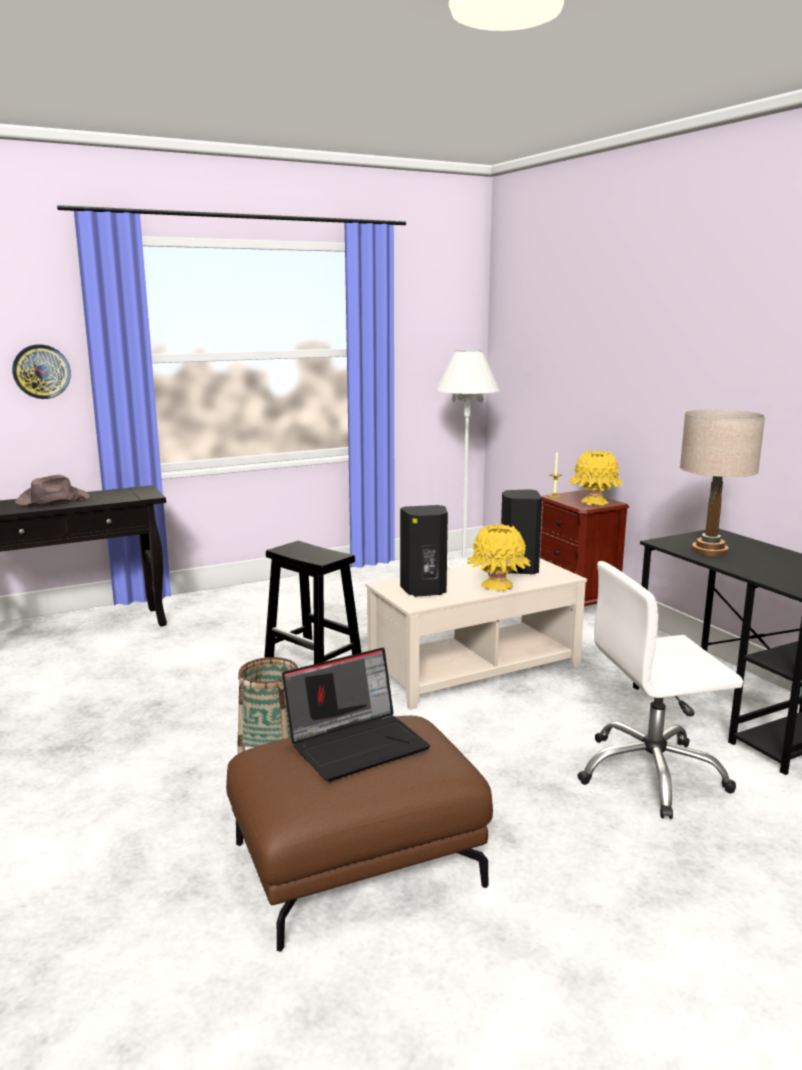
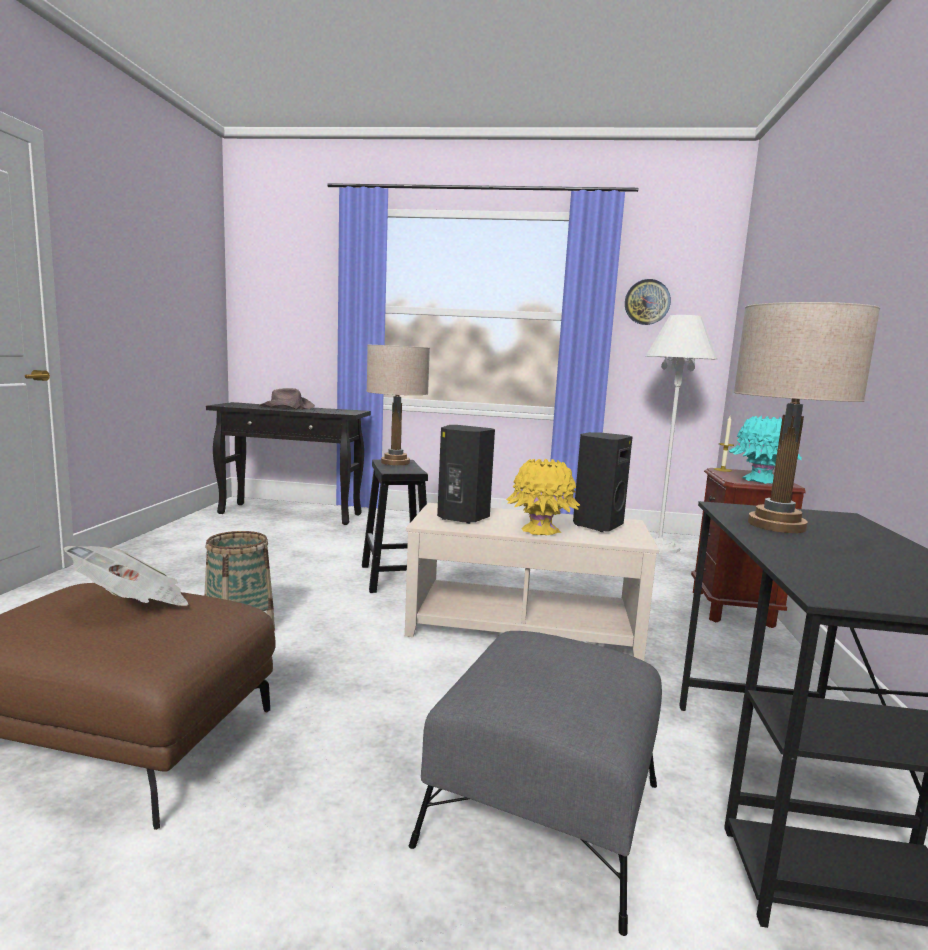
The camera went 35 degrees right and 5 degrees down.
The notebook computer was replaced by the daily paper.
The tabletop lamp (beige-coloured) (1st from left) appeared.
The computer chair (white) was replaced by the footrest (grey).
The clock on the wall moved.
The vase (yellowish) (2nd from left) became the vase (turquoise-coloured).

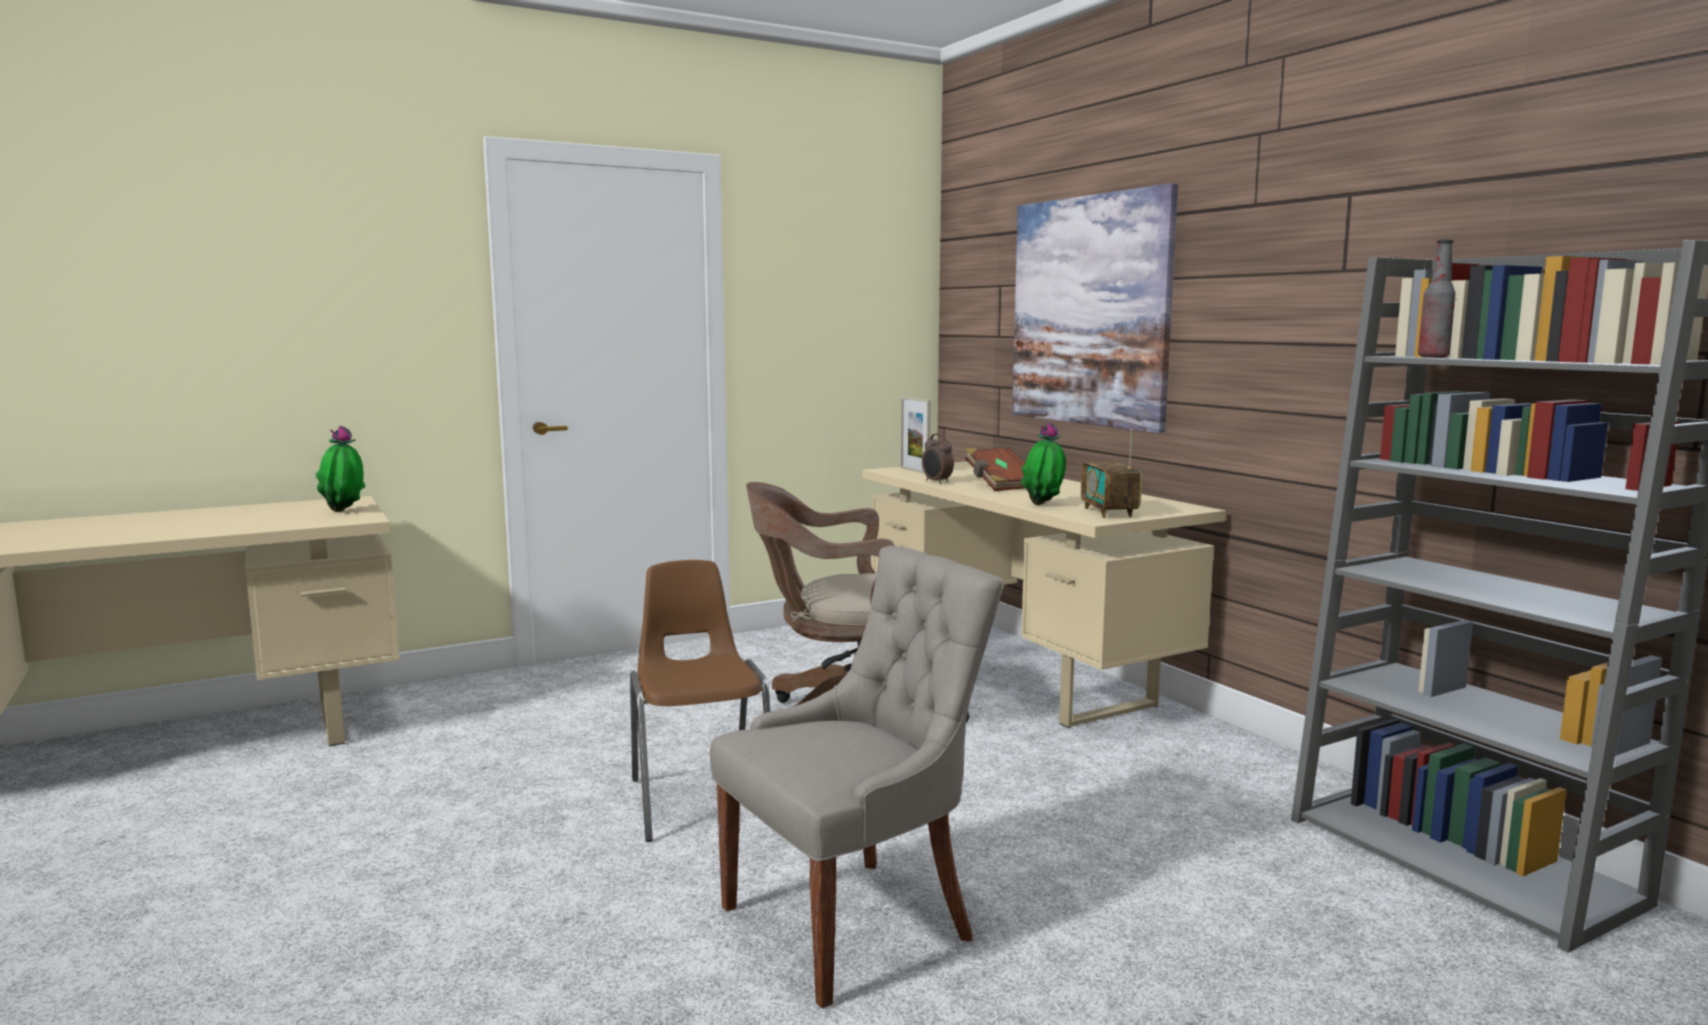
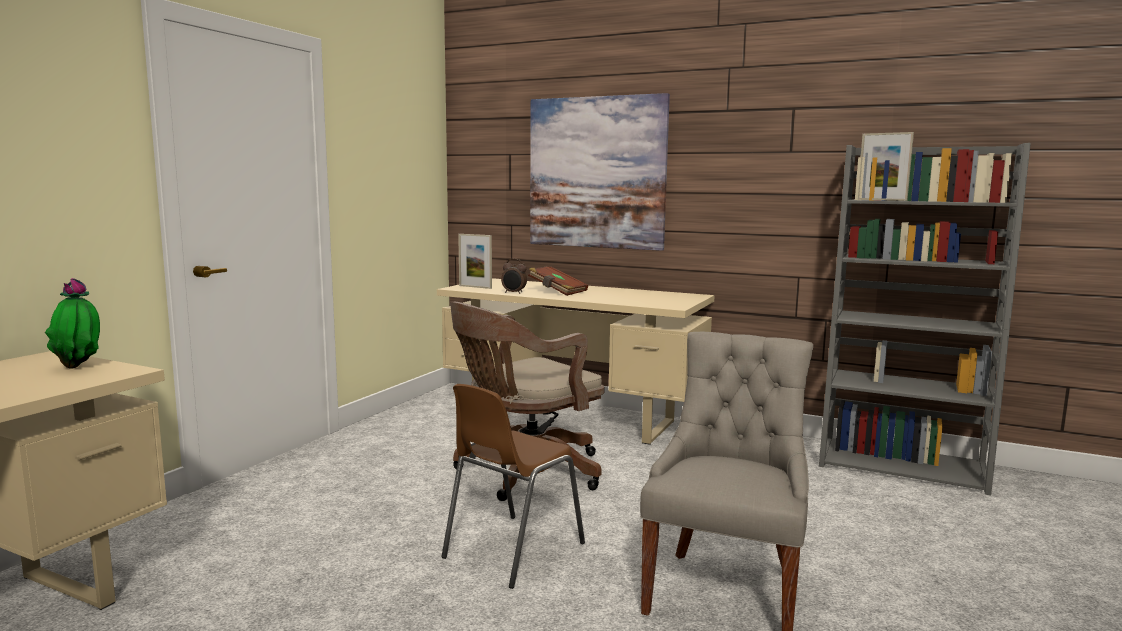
The camera went 35 degrees left and 0 degrees up.
The chair (brownish) turned 90 degrees counterclockwise.
The beverage bottle was replaced by the picture frame (2nd from left).
The houseplant (2nd from left) disappeared.
The radio set disappeared.

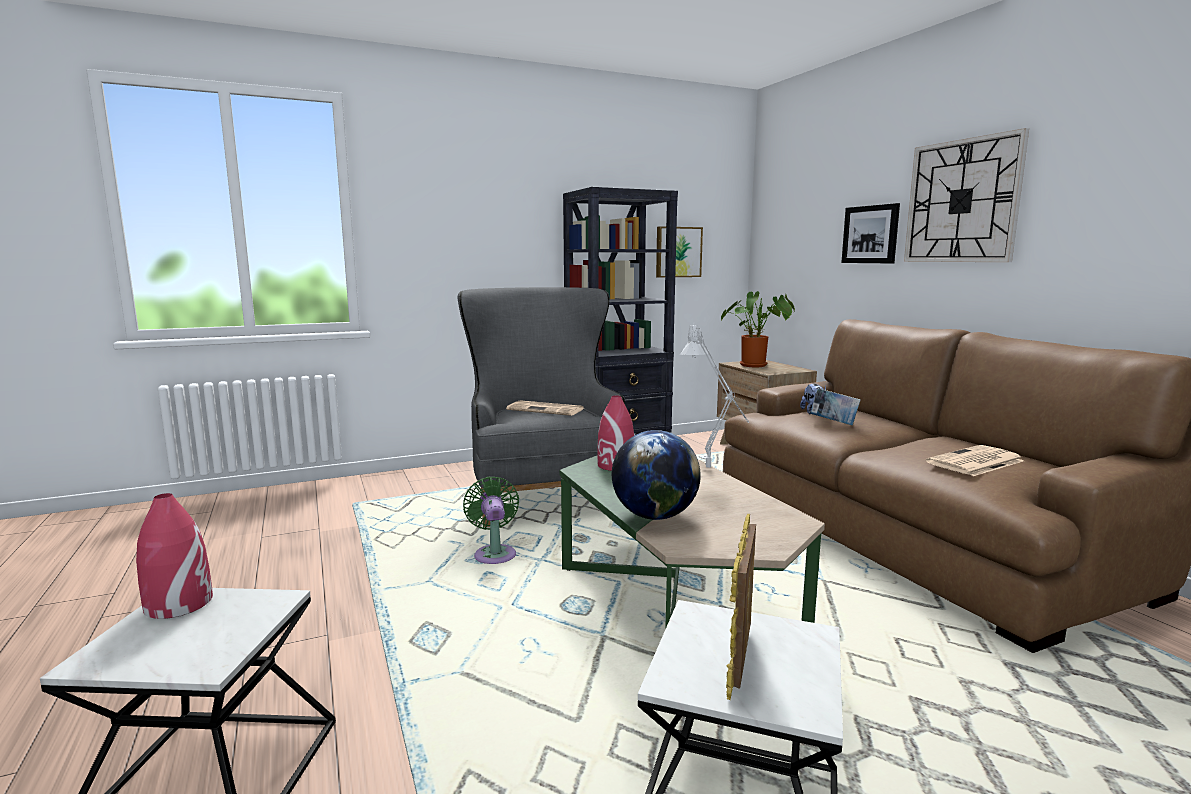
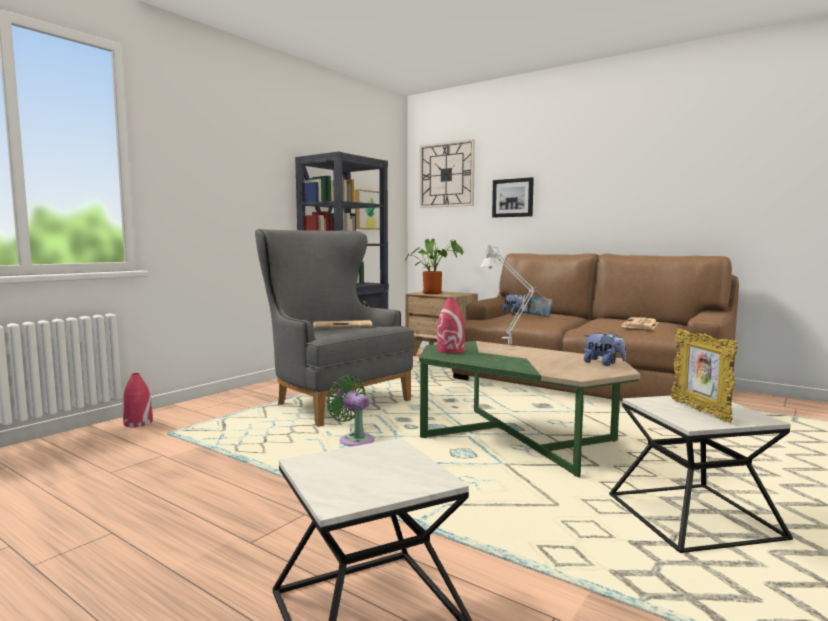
The camera went 30 degrees left and 5 degrees down.
The vase (red) (1st from left) moved.
The clock on the wall moved.
The cuddly toy (2nd from left) appeared.
The globe disappeared.

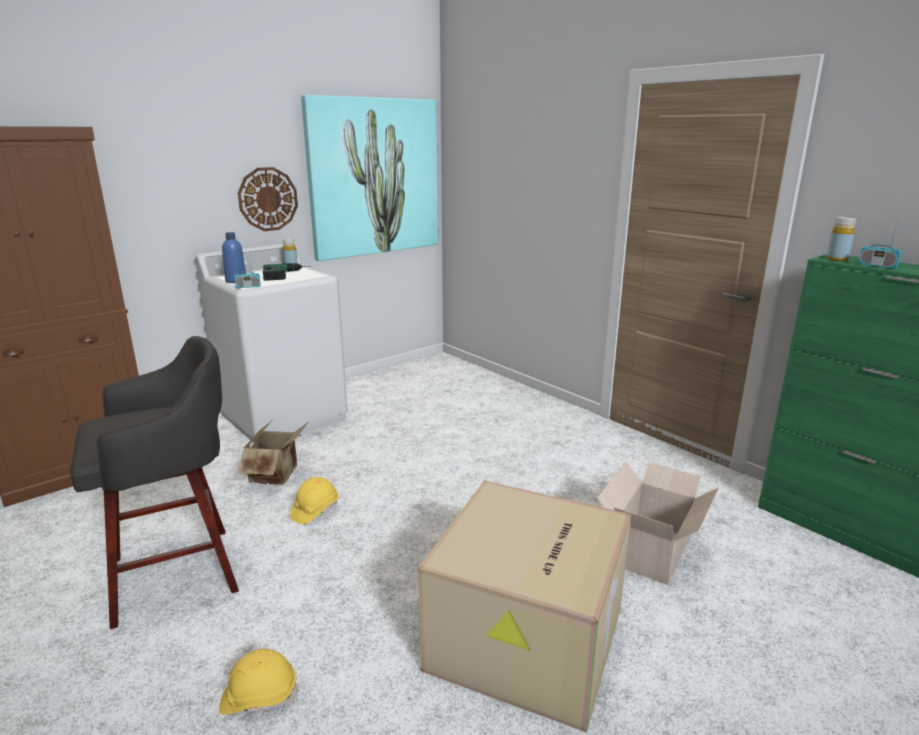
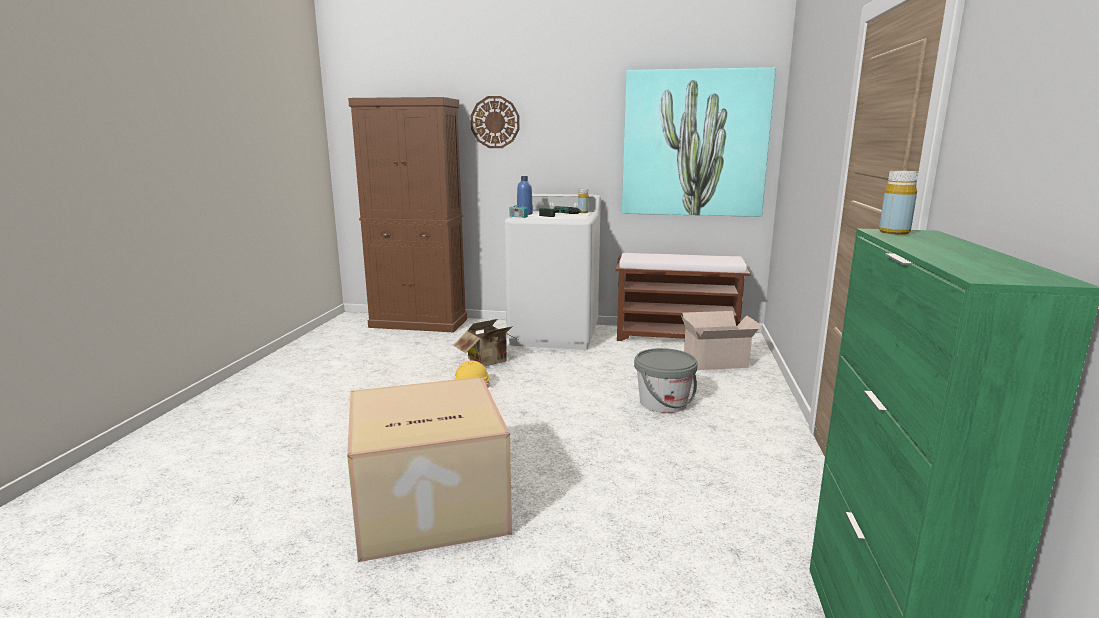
The camera went 50 degrees right and 5 degrees down.
The clock on the wall moved.
The long seat (brownish) appeared.
The water bucket (grey) appeared.
The carton (3rd from left) moved.
The sitting stool (grey) disappeared.
The work helmet (yellowish) (1st from left) disappeared.
The radio set (2nd from left) disappeared.

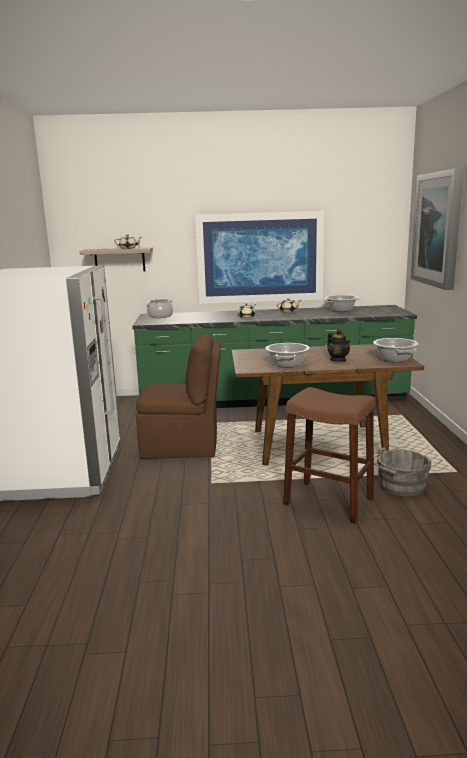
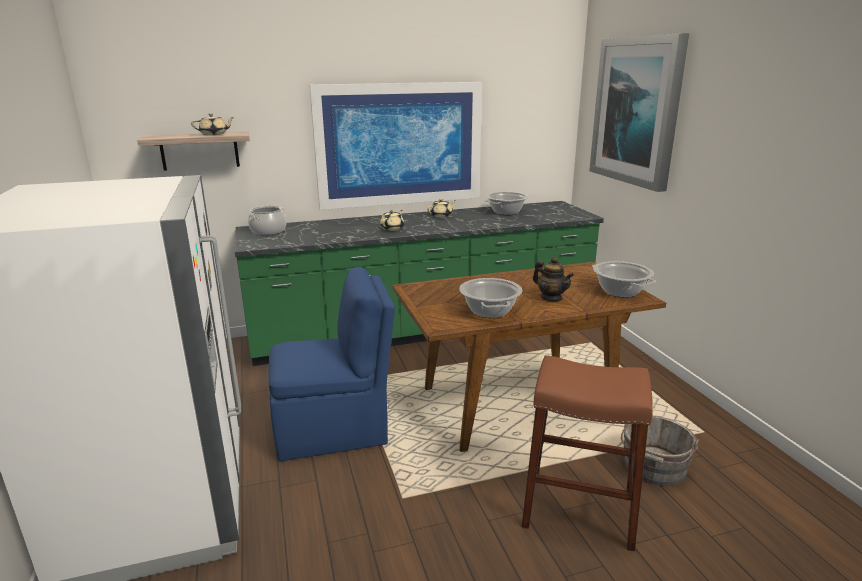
The camera went 15 degrees left and 5 degrees up.
The chair (brownish) became the chair (bluish).

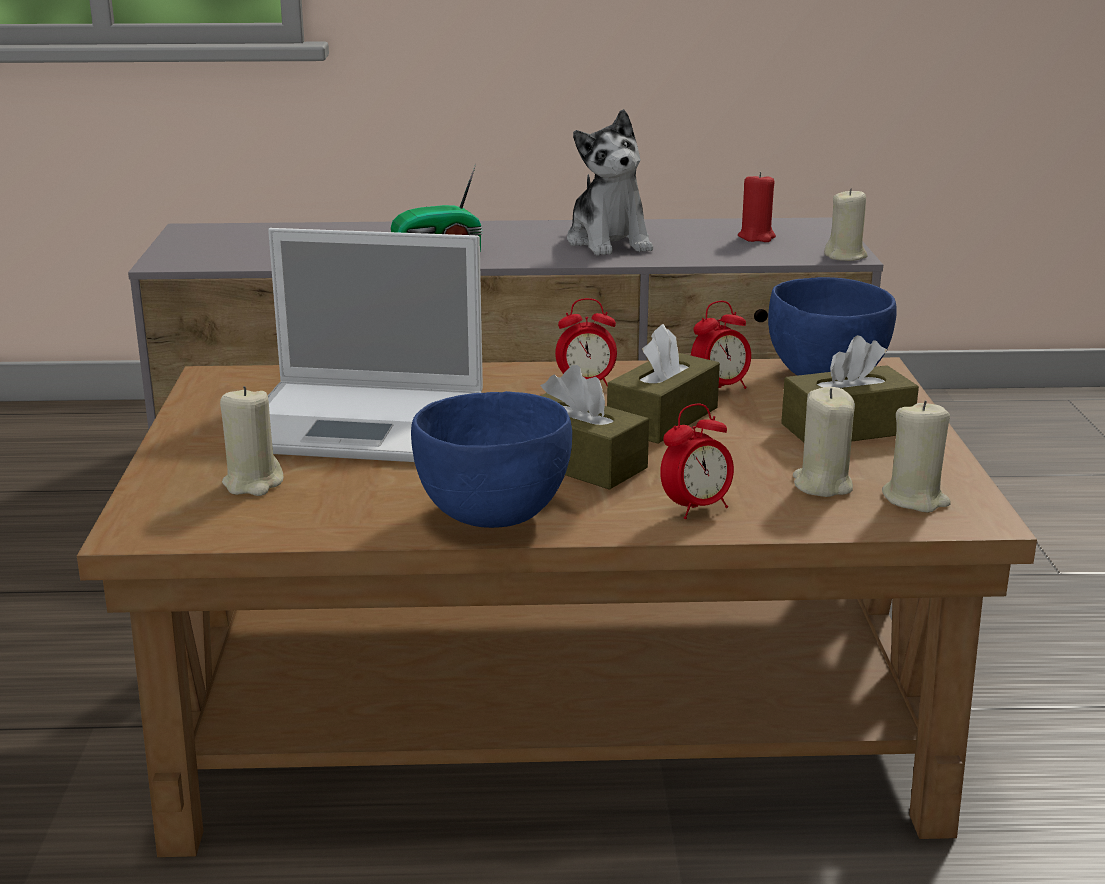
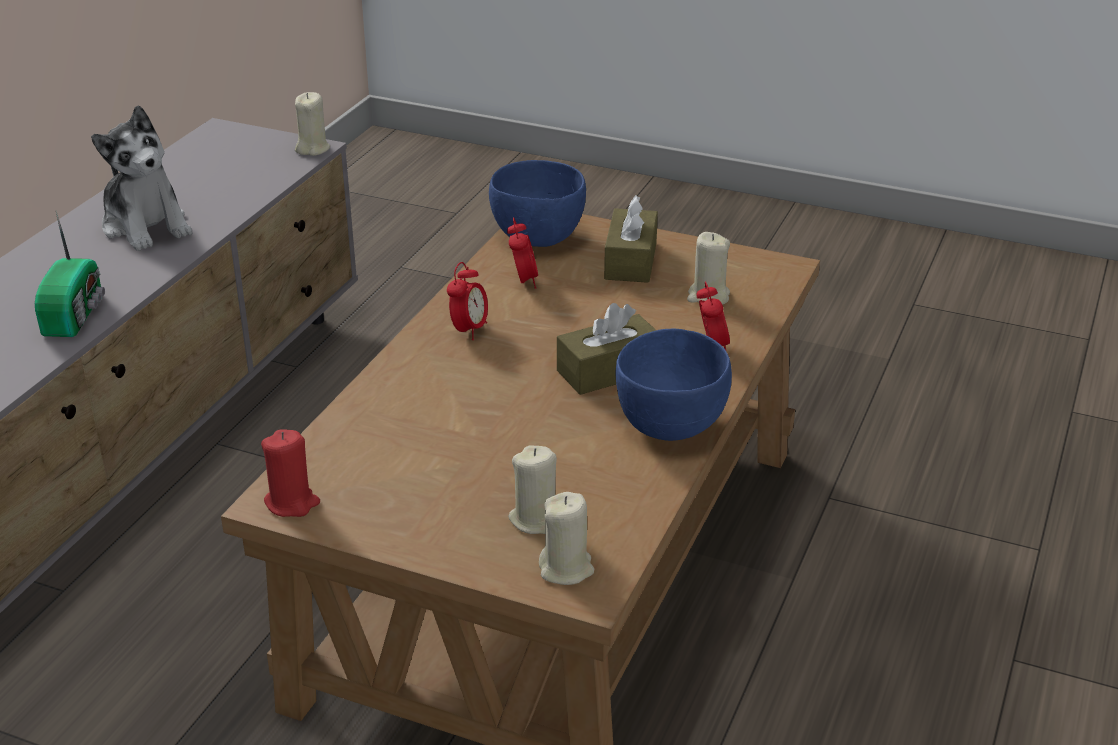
The camera went 65 degrees left and 10 degrees up.
The cuddly toy turned 45 degrees clockwise.
The wax candle (red) moved.
The wax candle (beige-coloured) (4th from left in the first image) moved.
The notebook computer disappeared.
The tissue box (brownish) (2nd from left) disappeared.

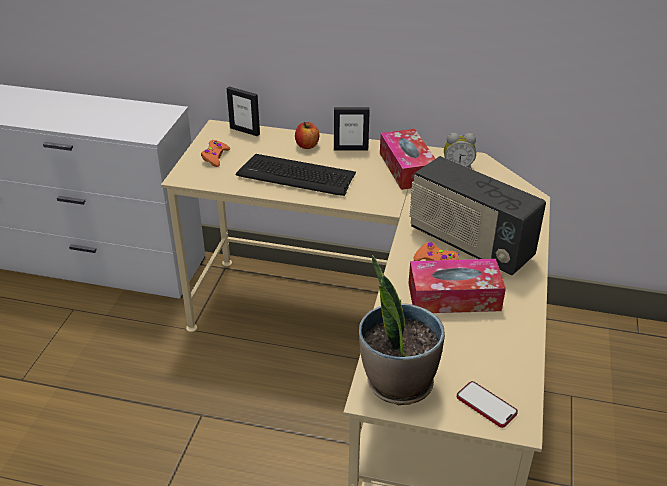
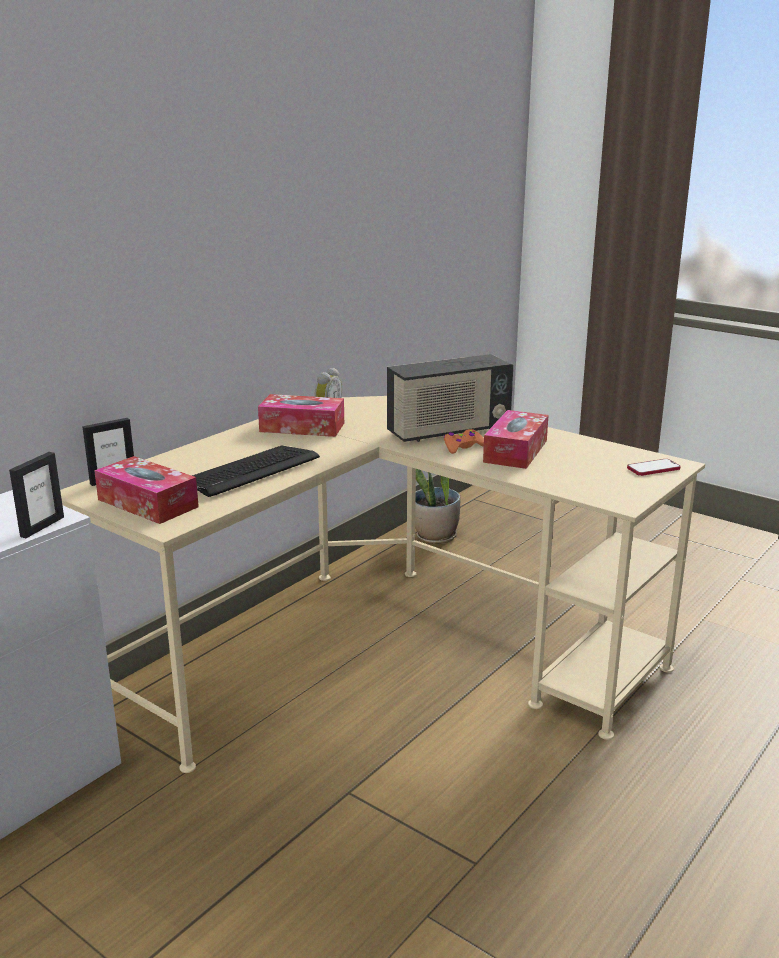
The camera went 65 degrees left and 15 degrees down.
The picture frame (2nd from left in the first image) moved.
The game controller (orange-coloured) (1st from left) was replaced by the tissue box (1st from left).
The houseplant moved.
The whole apple disappeared.

